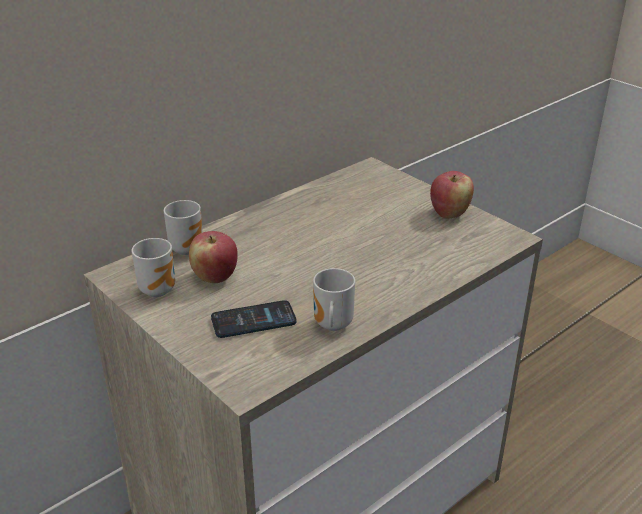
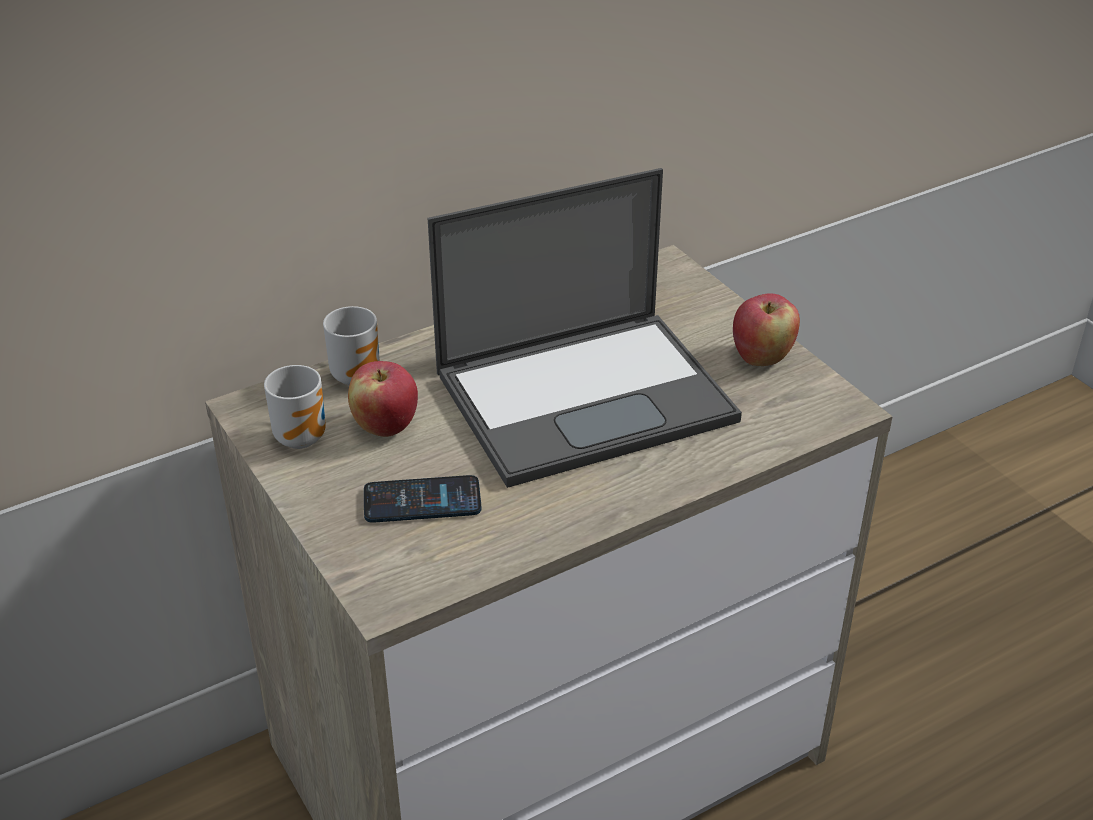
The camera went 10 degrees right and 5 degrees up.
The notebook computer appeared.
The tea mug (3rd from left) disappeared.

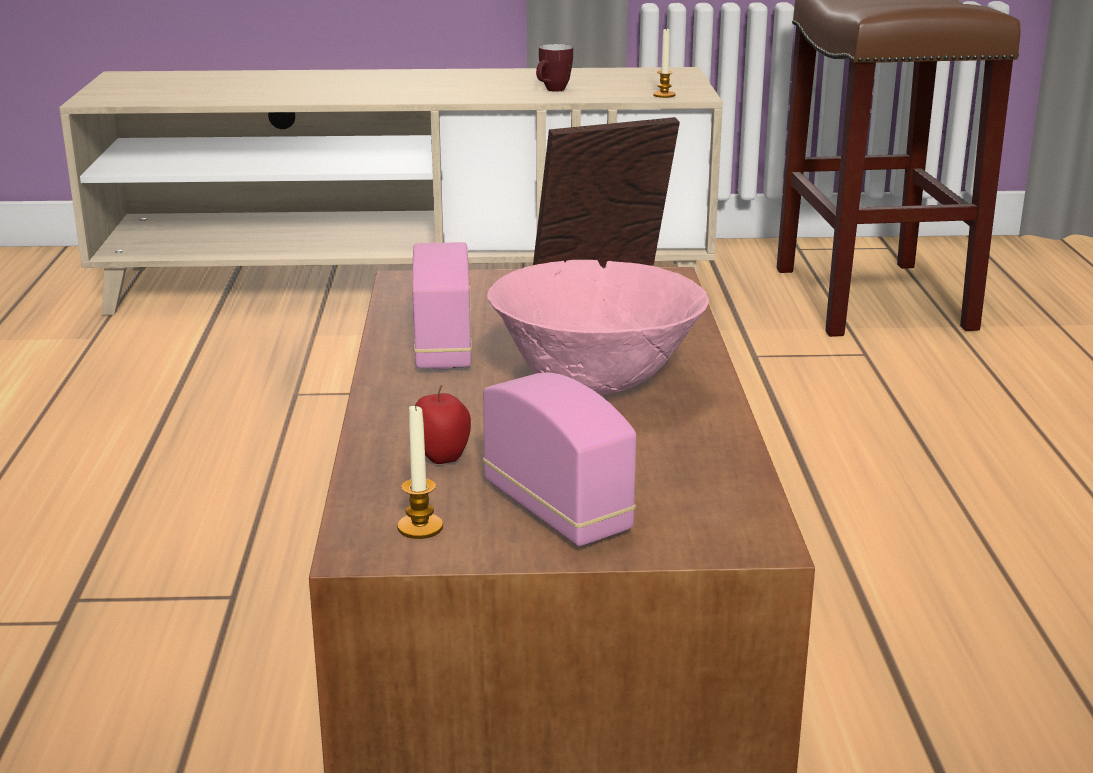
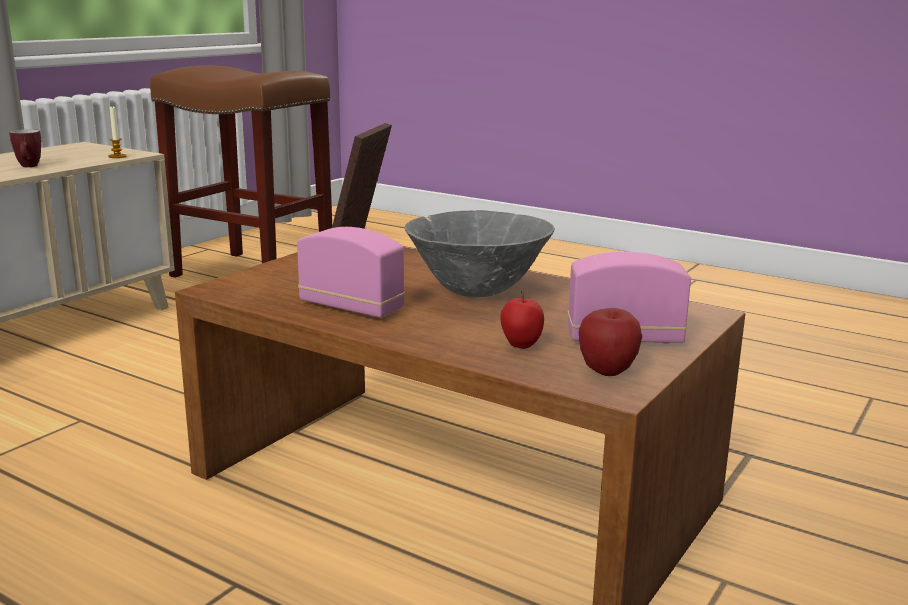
The camera went 55 degrees left and 5 degrees down.
The serving bowl (pinkish) became the serving bowl (grey).
The wax candle (1st from left) was replaced by the whole apple (2nd from left).

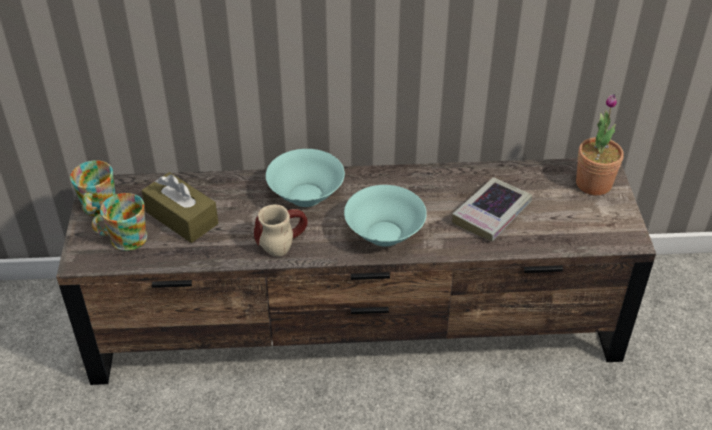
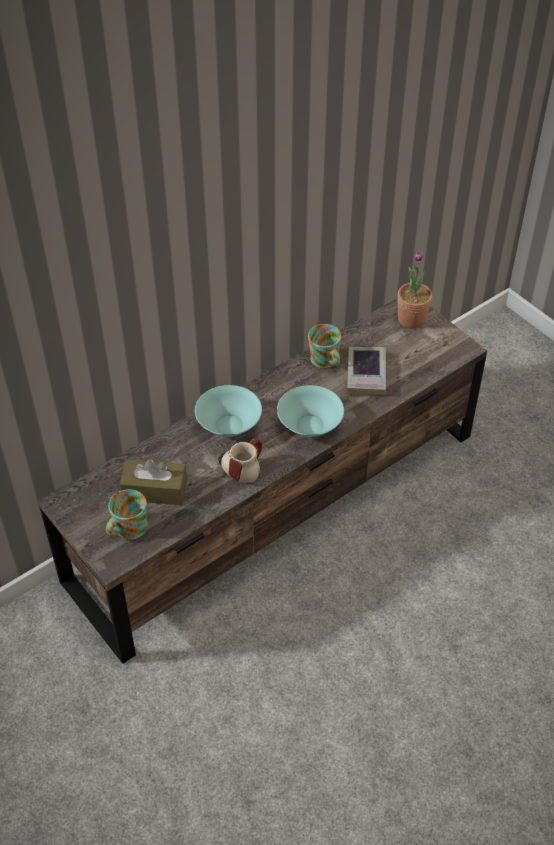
The camera went 35 degrees left and 5 degrees up.
The tea mug (1st from left in the first image) moved.

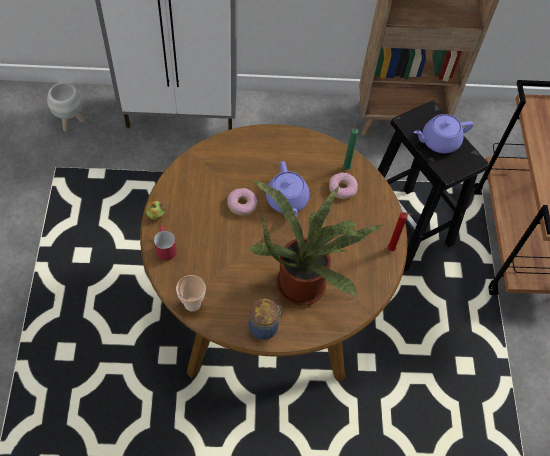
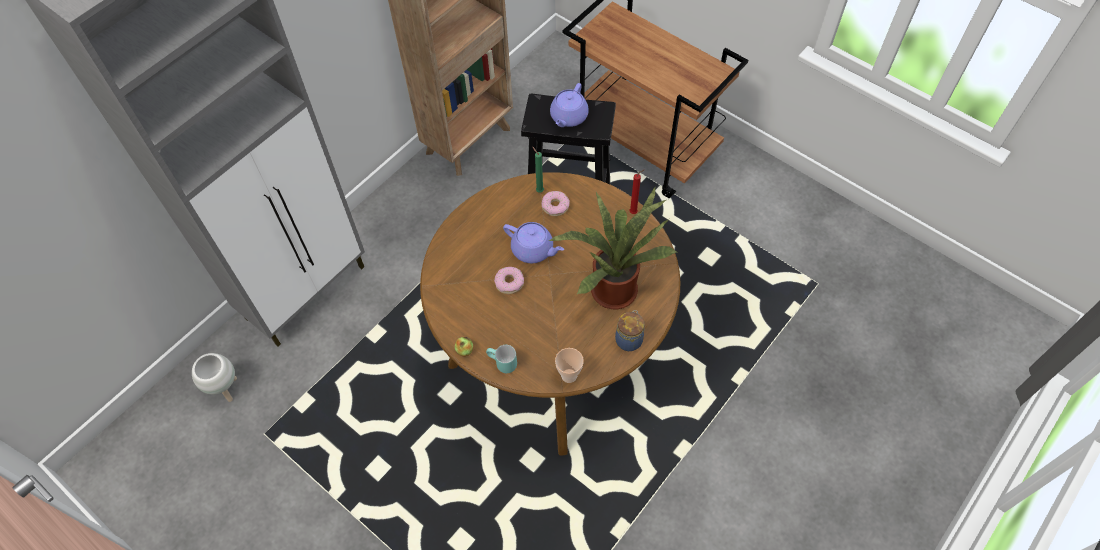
The camera went 45 degrees left and 0 degrees up.
The tea mug (red) became the tea mug (turquoise-coloured).

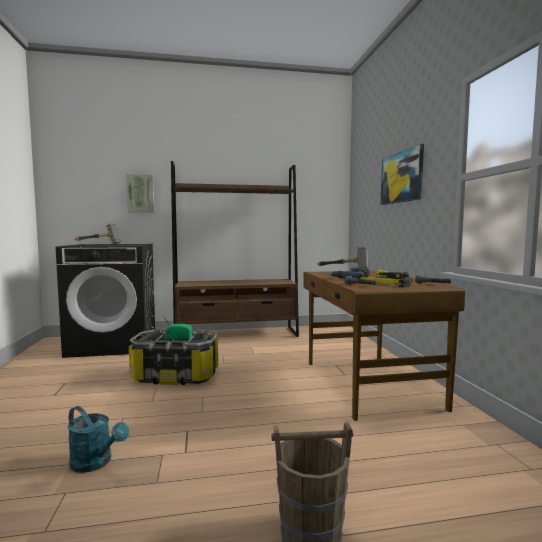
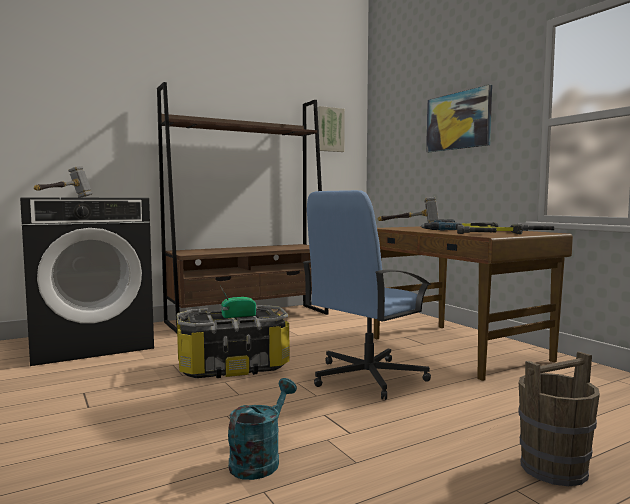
The camera went 20 degrees left and 0 degrees up.
The watering pot (turquoise-coloured) turned 75 degrees counterclockwise.
The computer chair (bluish) appeared.
The wall art (1st from left) moved.

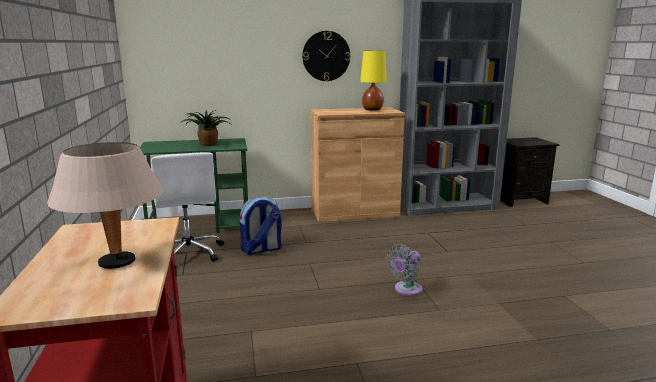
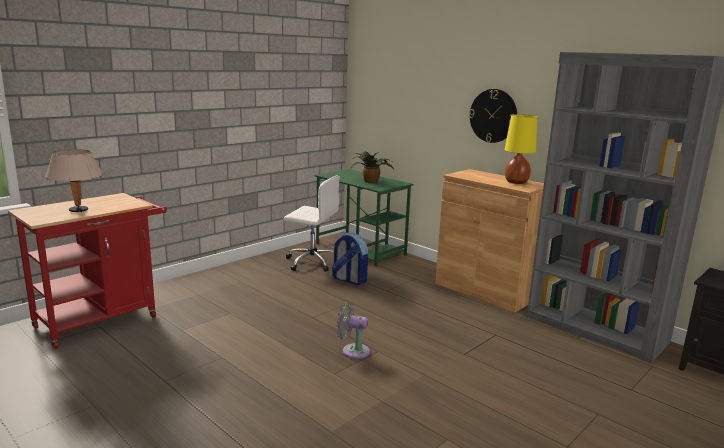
The camera went 55 degrees right and 0 degrees up.
The computer chair (white) turned 105 degrees counterclockwise.

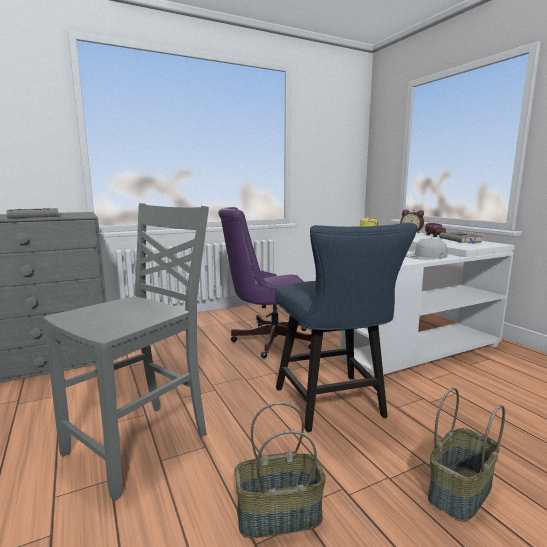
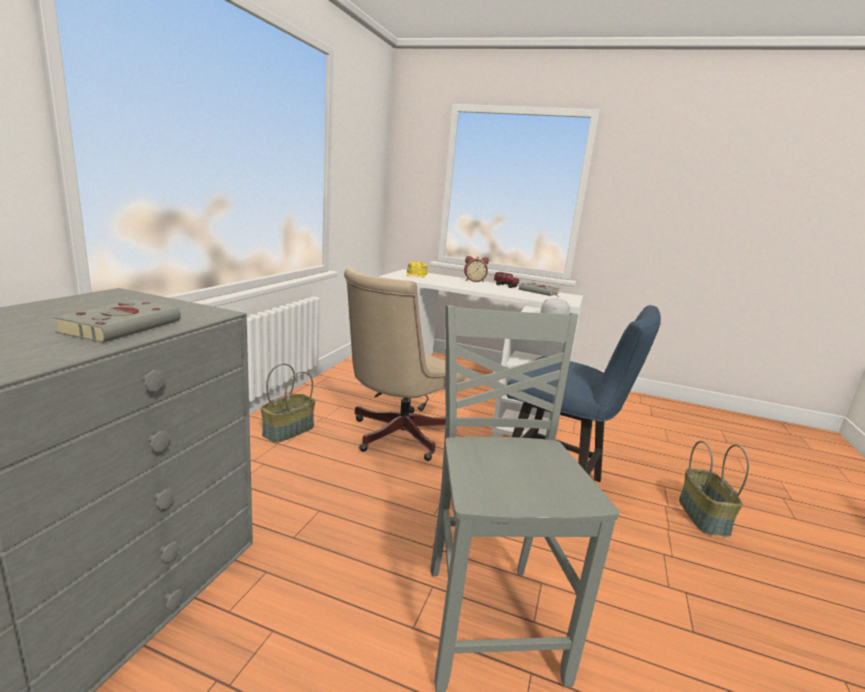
The camera went 45 degrees left and 5 degrees up.
The basket (1st from left) moved.
The computer chair (purplish) became the computer chair (beige-coloured).

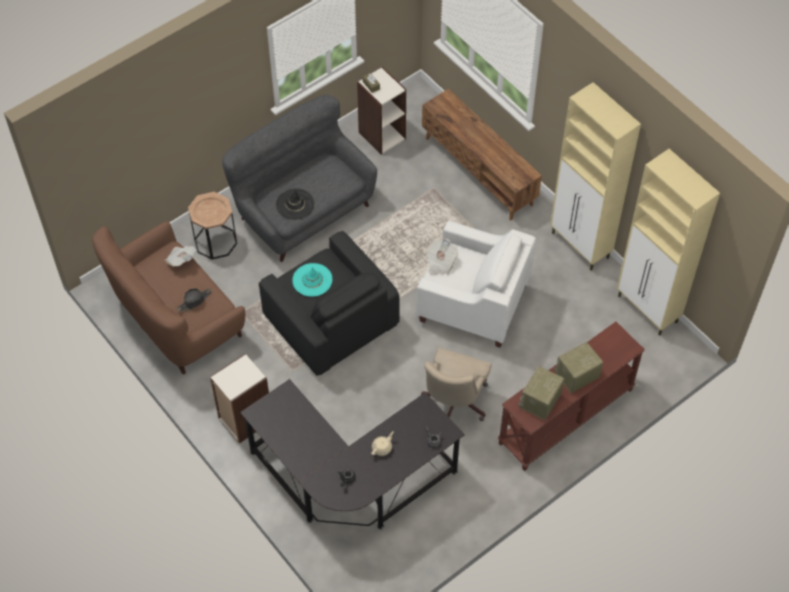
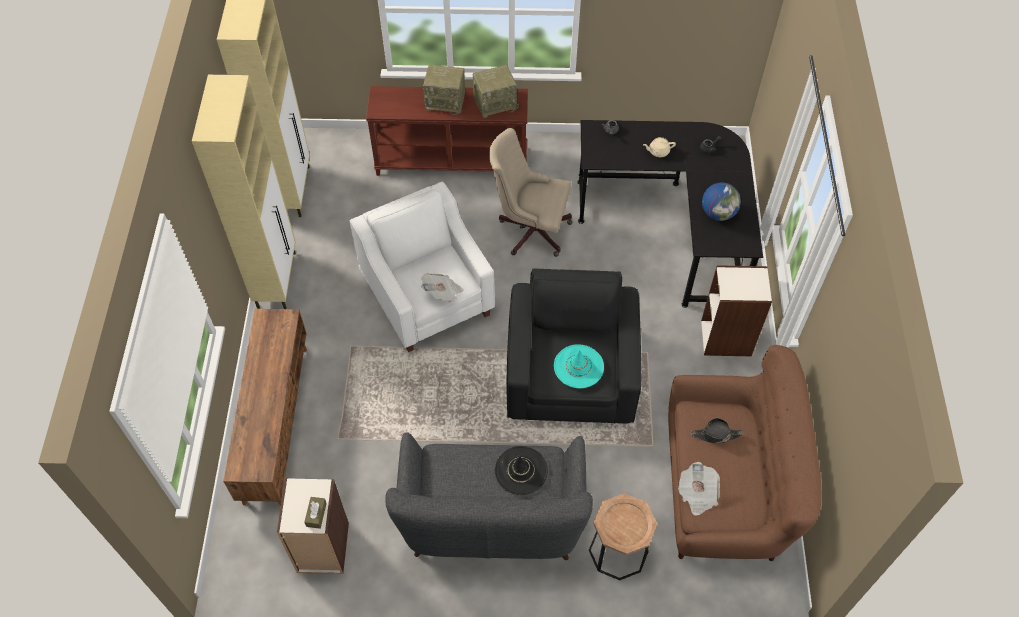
The camera went 140 degrees left and 0 degrees up.
The computer chair (beige-coloured) turned 135 degrees counterclockwise.
The globe appeared.

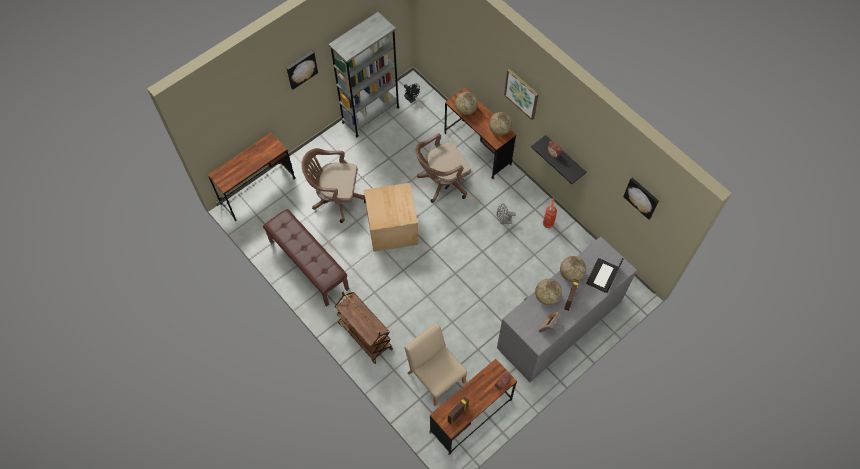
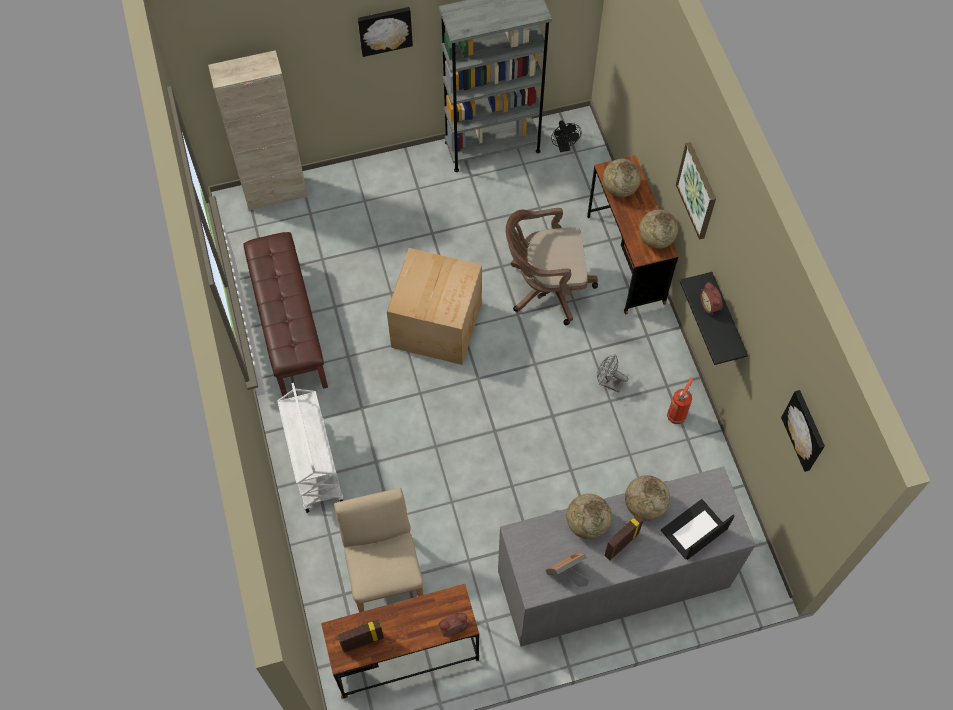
The camera went 25 degrees right and 0 degrees up.
The desk table (brownish) (1st from left) was replaced by the cupboard (beige-coloured).
The trolley (brownish) became the trolley (white).
The computer chair (brownish) (1st from left) disappeared.

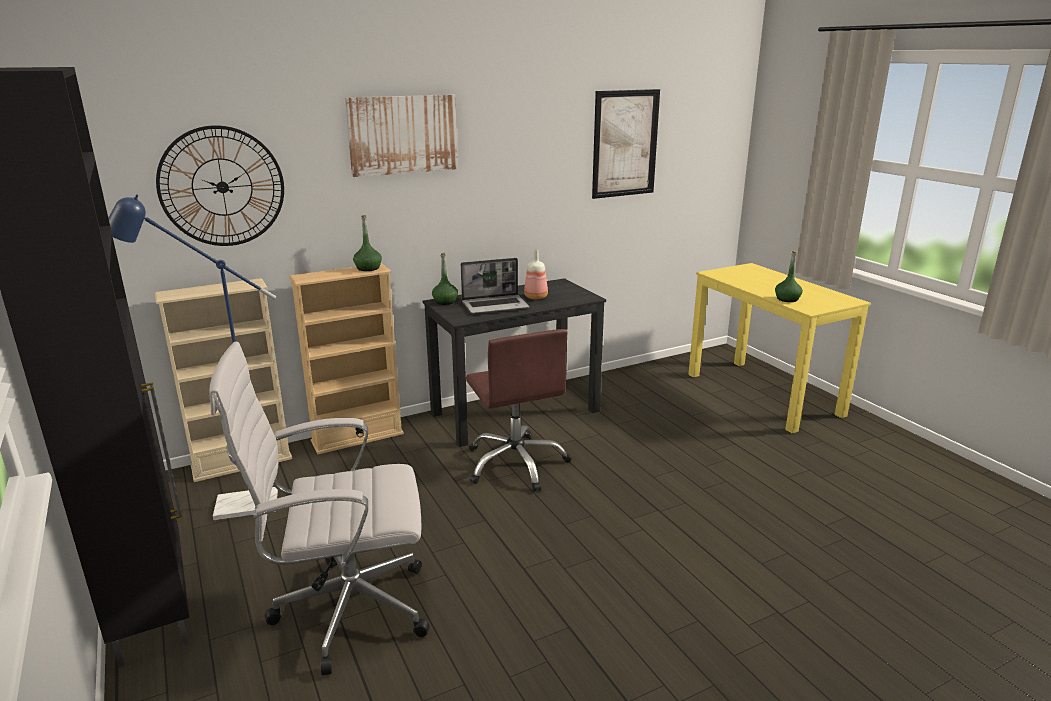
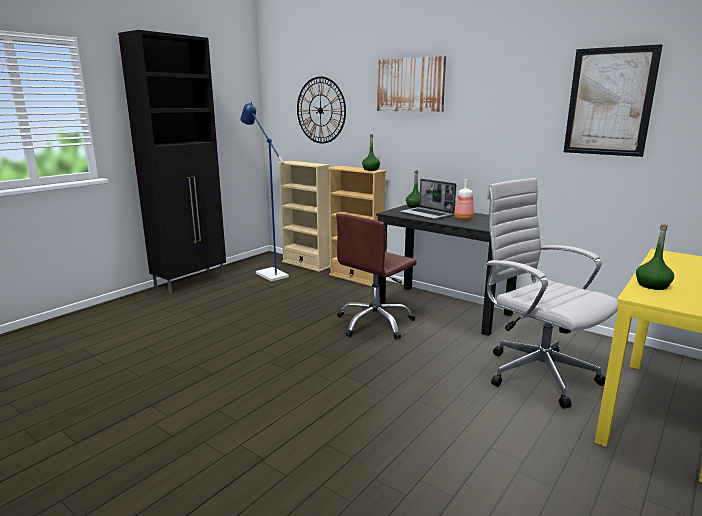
The camera went 65 degrees right and 5 degrees down.
The computer chair (white) moved.

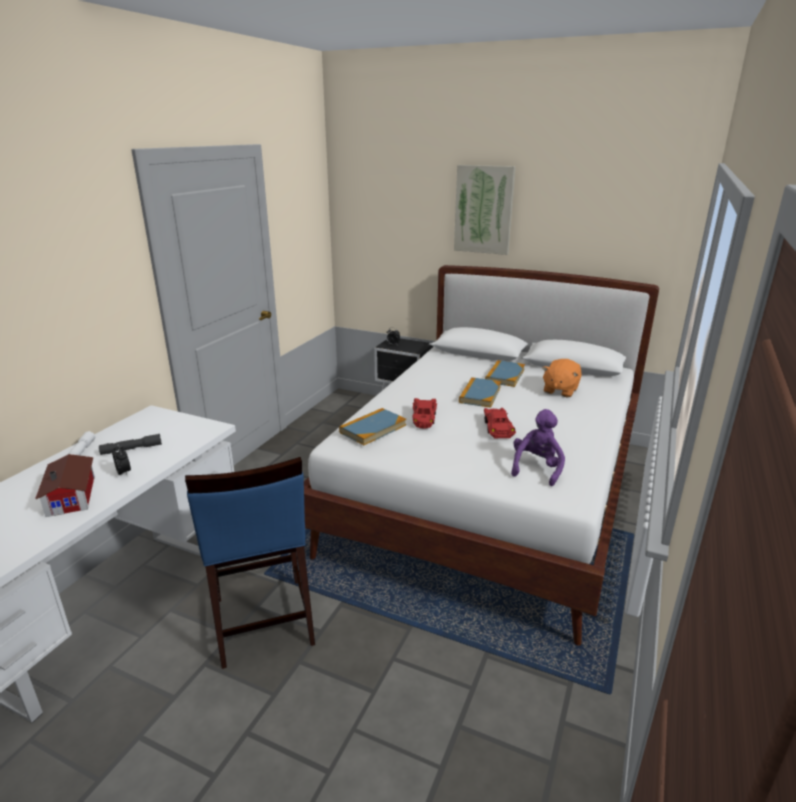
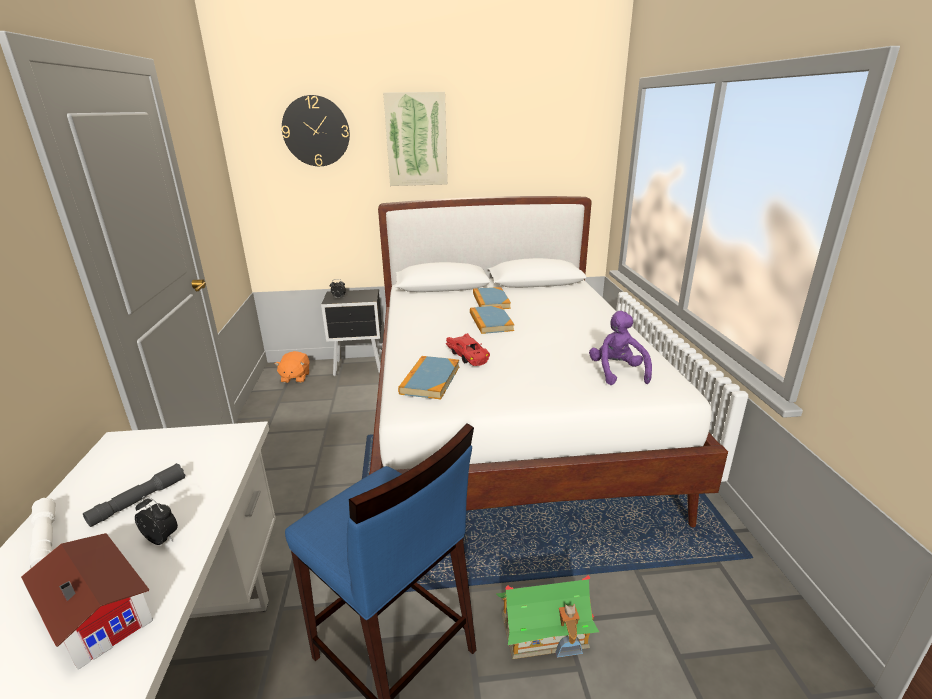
The camera went 30 degrees left and 0 degrees up.
The cuddly toy (orange-coloured) moved.
The clock on the wall appeared.
The model house (2nd from left) appeared.
The miniature car (red) (2nd from left) disappeared.

